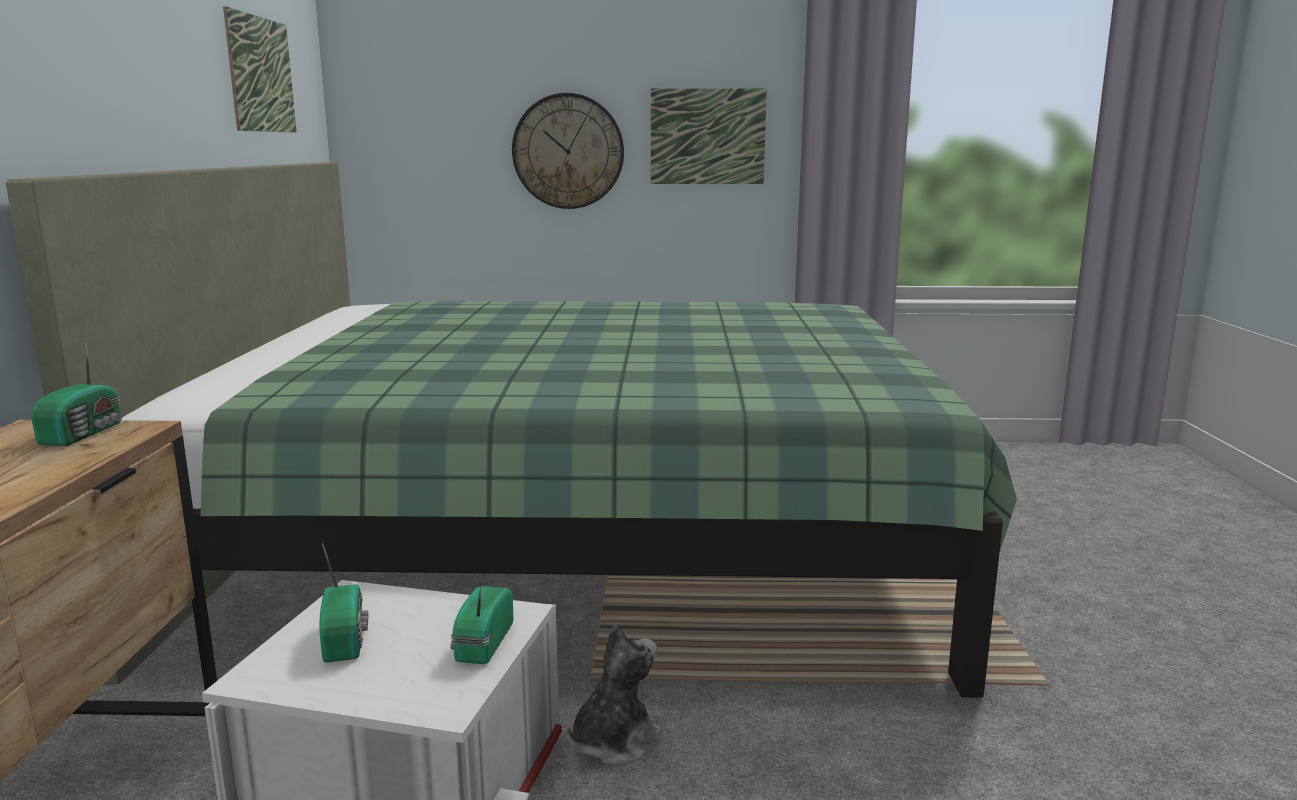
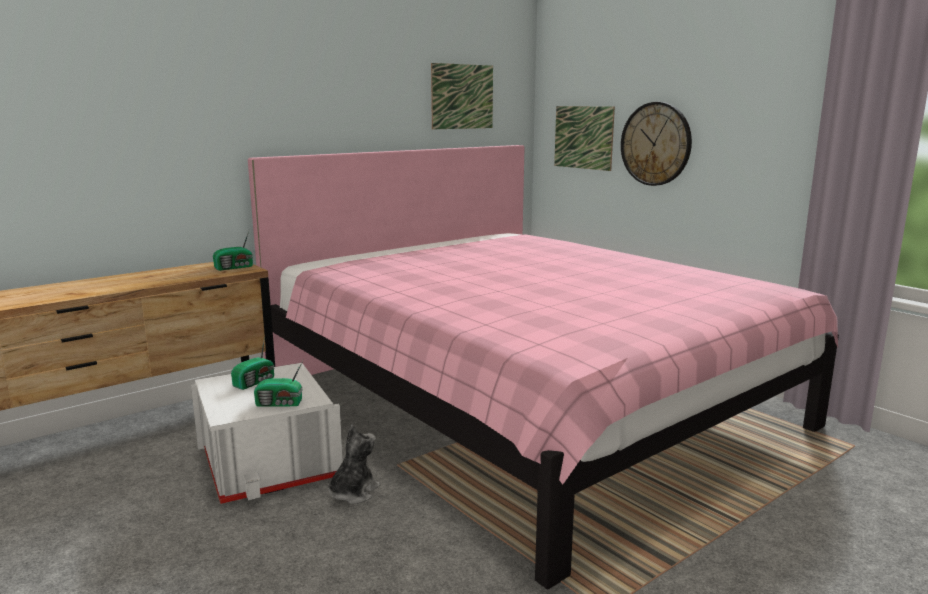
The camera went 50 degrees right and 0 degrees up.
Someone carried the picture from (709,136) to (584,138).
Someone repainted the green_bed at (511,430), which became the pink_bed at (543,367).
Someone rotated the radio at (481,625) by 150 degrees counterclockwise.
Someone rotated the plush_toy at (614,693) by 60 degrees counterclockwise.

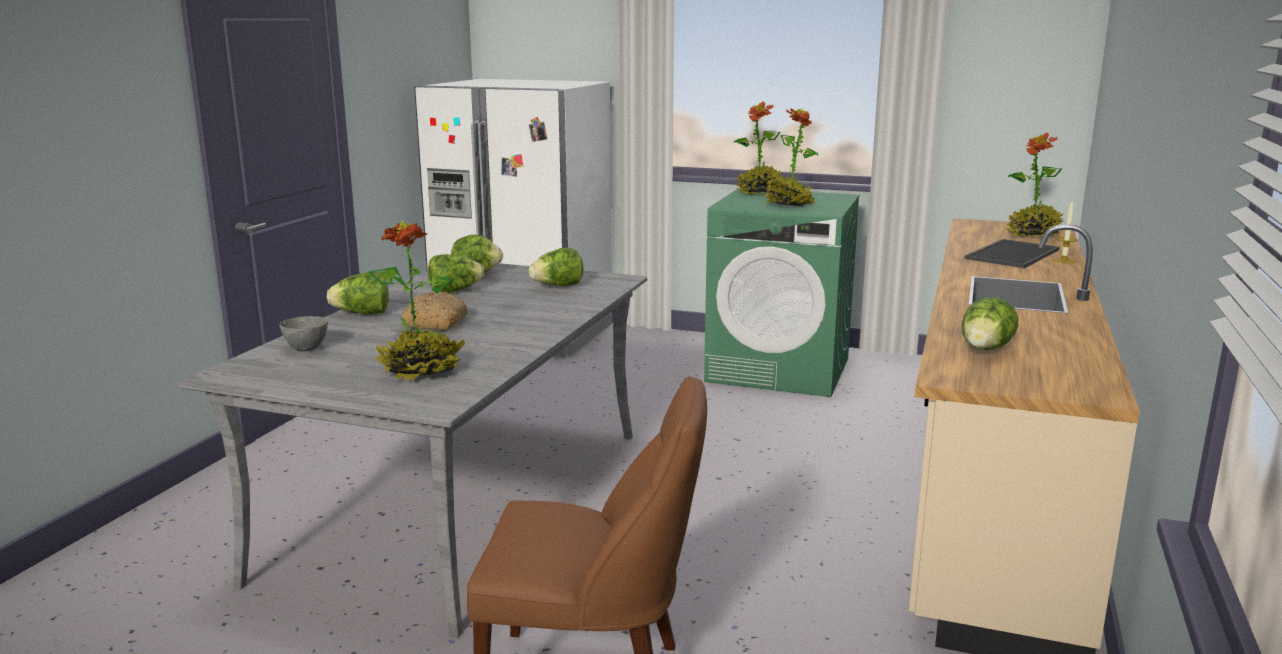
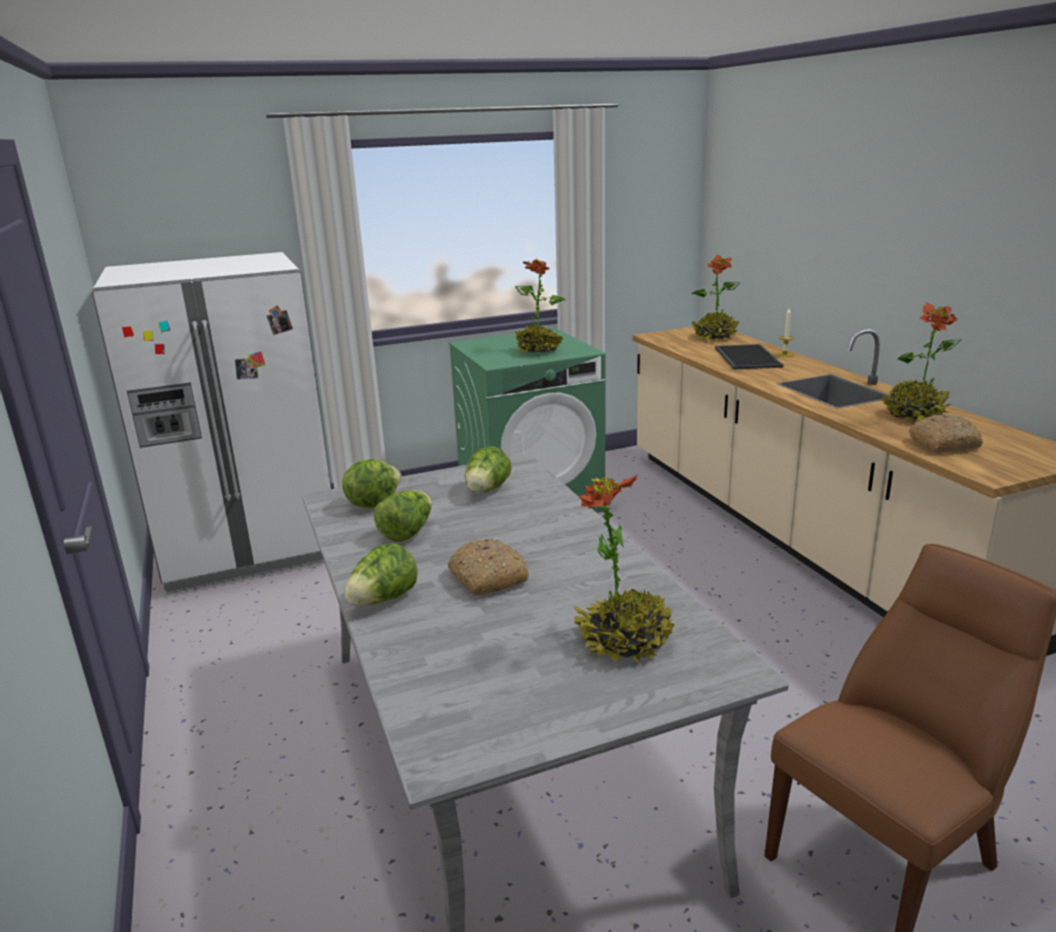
The camera went 40 degrees left and 5 degrees up.
Someone took away the grey_bowl at (303,333).
Someone carried the potted_plant from (758,147) to (921,362).
Someone swapped the lettuce at (990,323) for the bread at (946,433).

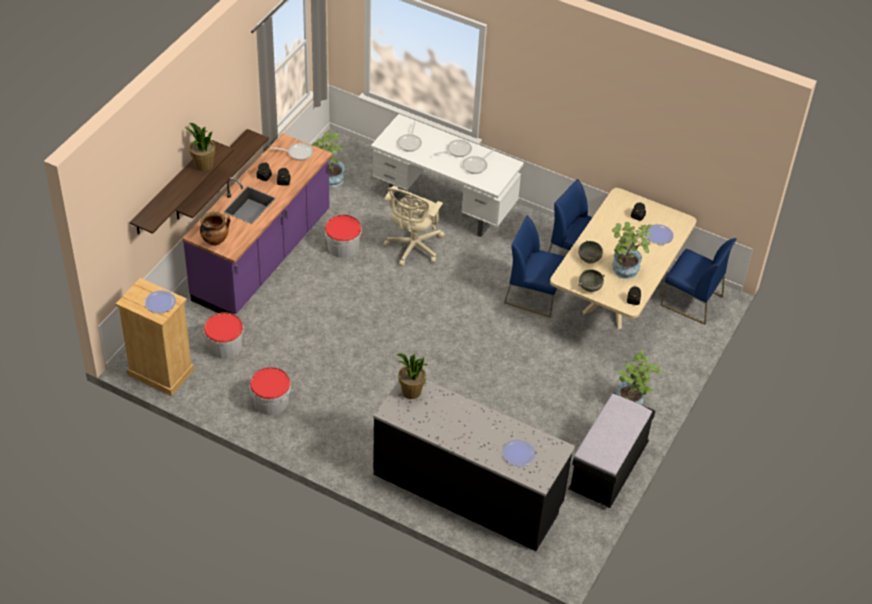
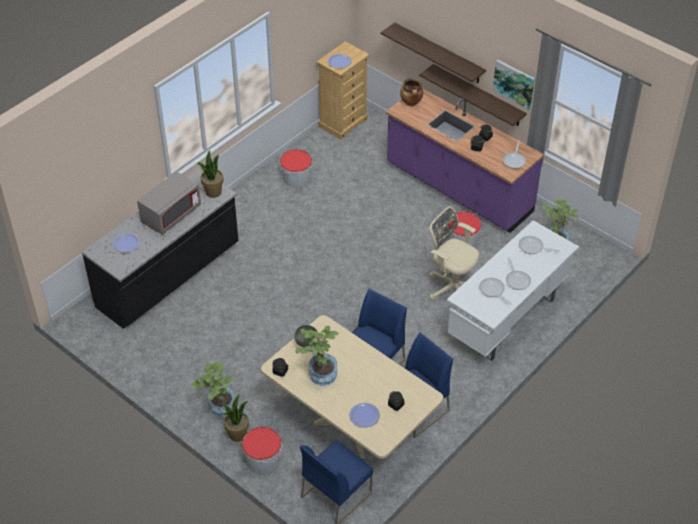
The camera went 105 degrees right and 0 degrees up.
Someone took away the black_bench at (611,450).
Someone took away the grey_bowl at (590,252).
Someone put down the grey_microwave at (169,203).
Someone put up the picture at (514,85).
Someone carried the potted_plant from (199,147) to (235,418).
Someone carried the bucket from (224,335) to (262,449).

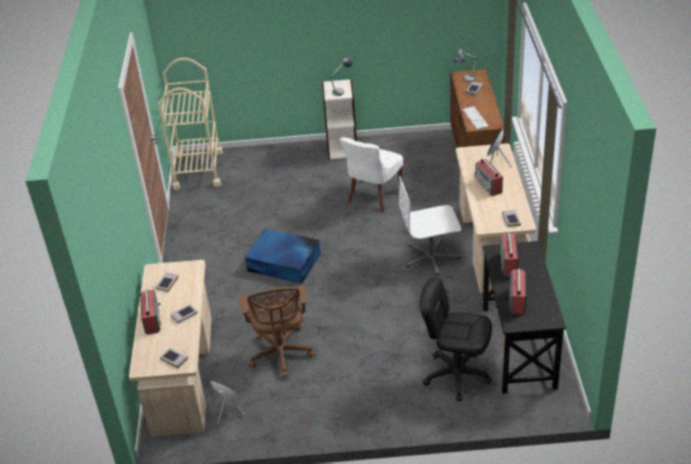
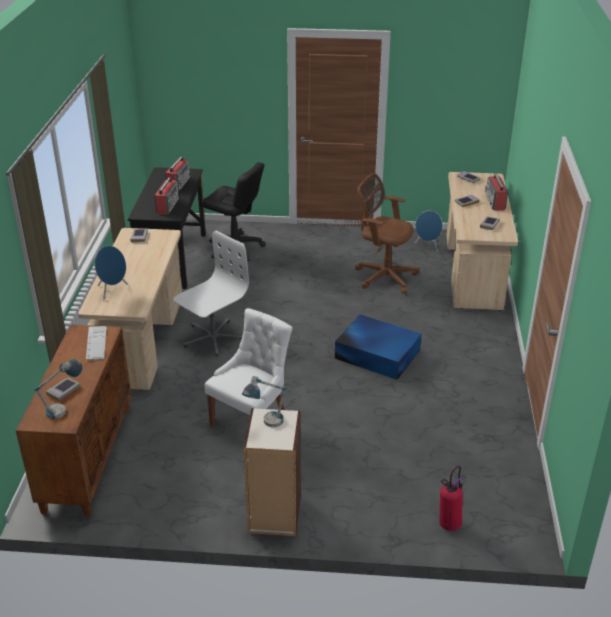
The camera went 175 degrees left and 5 degrees down.
Someone took away the beige_cart at (190,124).
Someone took away the radio at (489,177).
Someone put down the fire_extinguisher at (453,498).
Someone rotated the brown_office_chair at (277,332) by 60 degrees counterclockwise.
Someone rotated the white_office_chair at (430,226) by 45 degrees counterclockwise.

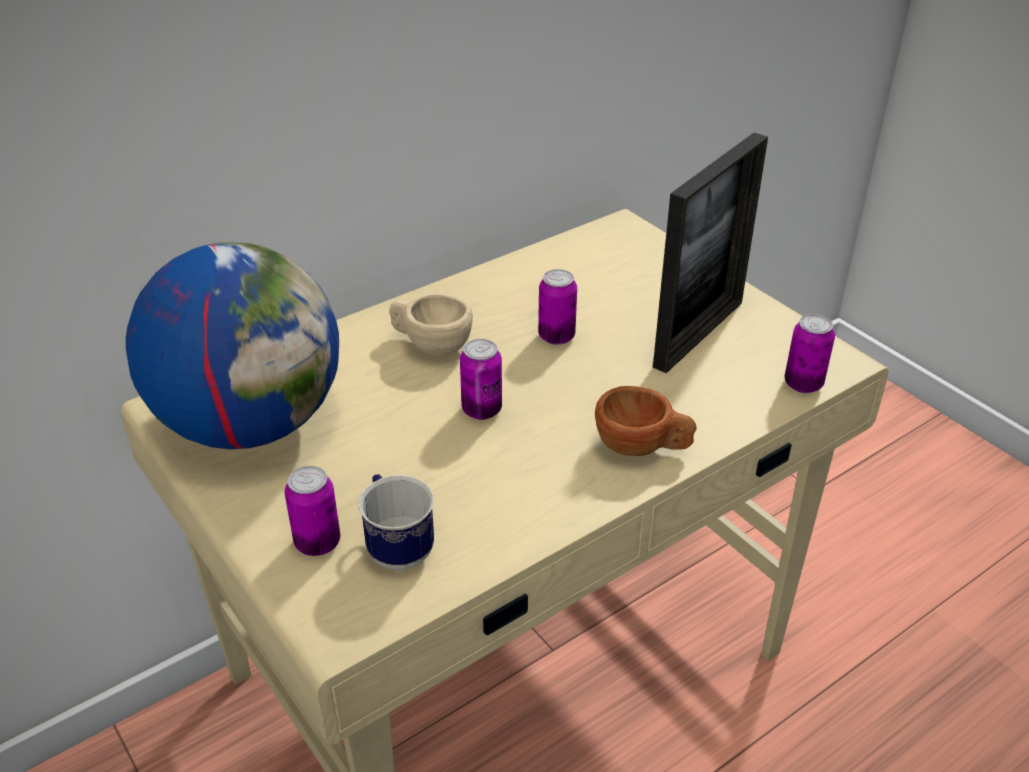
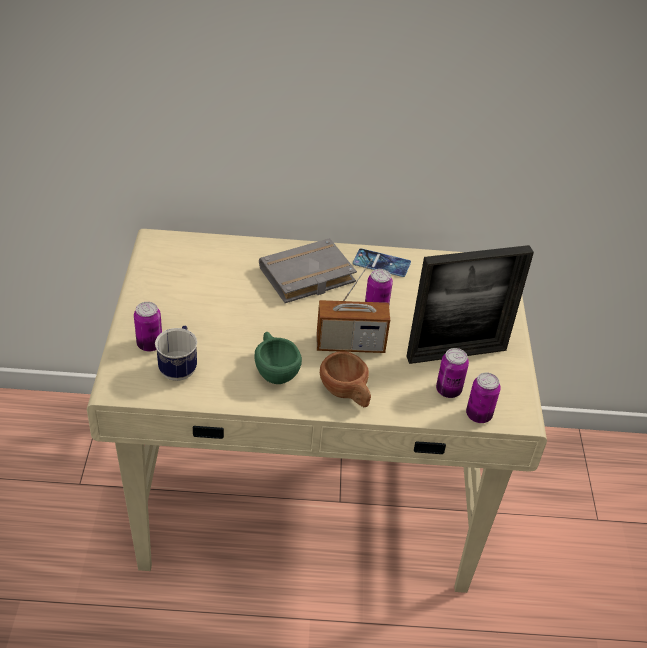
The camera went 35 degrees right and 5 degrees up.
Someone took away the globe at (232,345).
Someone put down the green_cup at (278,358).
Someone put down the radio at (353,306).
Someone put down the phone at (382,262).
Someone carried the can from (481,379) to (452,373).
Someone swapped the beige_cup at (431,324) for the grey_book at (308,270).

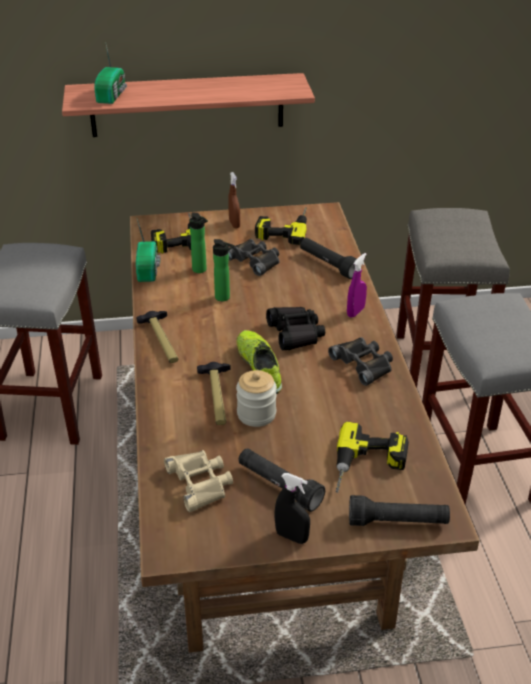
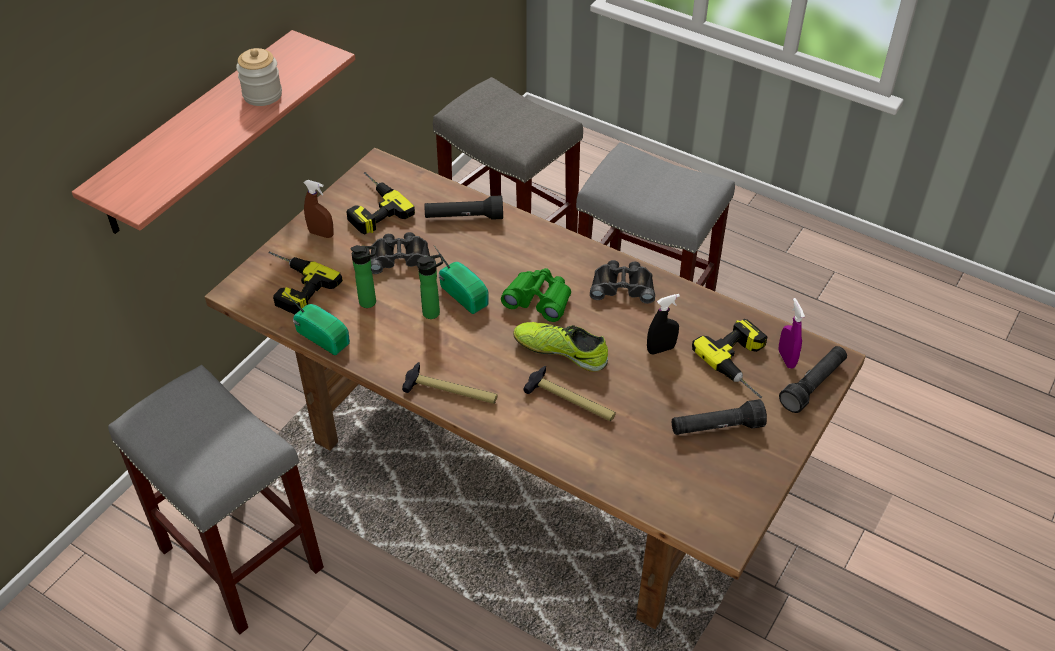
The camera went 50 degrees left and 10 degrees up.
Someone took away the beige_binoculars at (198,481).
Someone carried the radio from (110,74) to (461,280).
Someone carried the jar from (256,398) to (259,77).
Someone carried the black_spray_bottle from (292,508) to (663,324).
Someone carried the purple_spray_bottle from (357,285) to (791,333).
Someone repainted the black_binoculars at (295,328), which became the green_binoculars at (536,295).

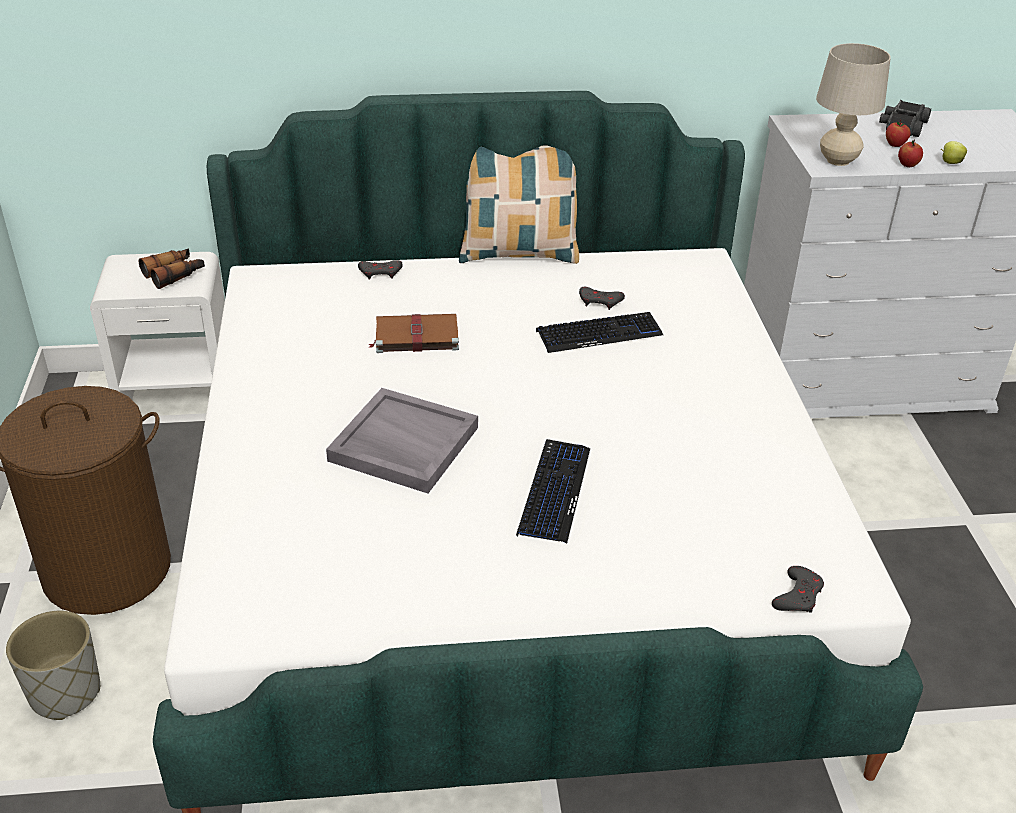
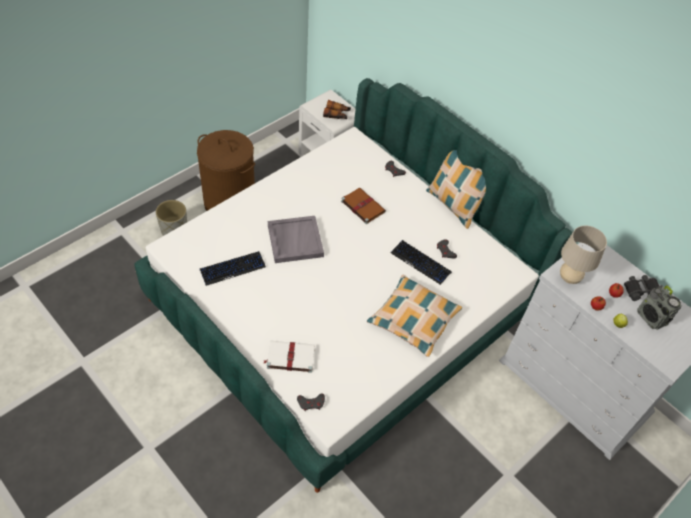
The camera went 50 degrees right and 15 degrees up.
Someone put down the white_book at (289,357).
Someone put down the pillow at (414,316).
Someone put down the radio at (659,307).
Someone carried the keyboard from (553,491) to (233,268).

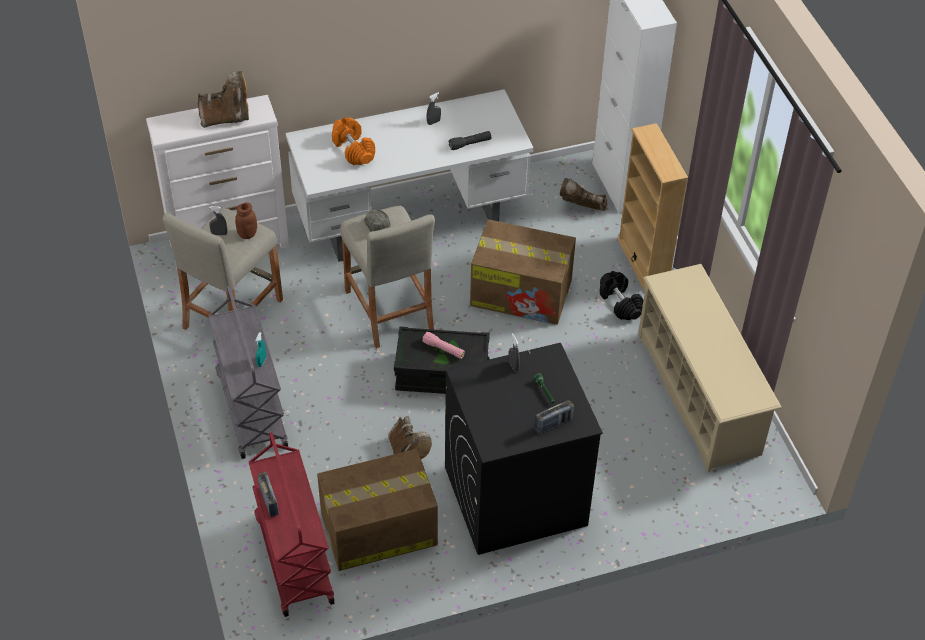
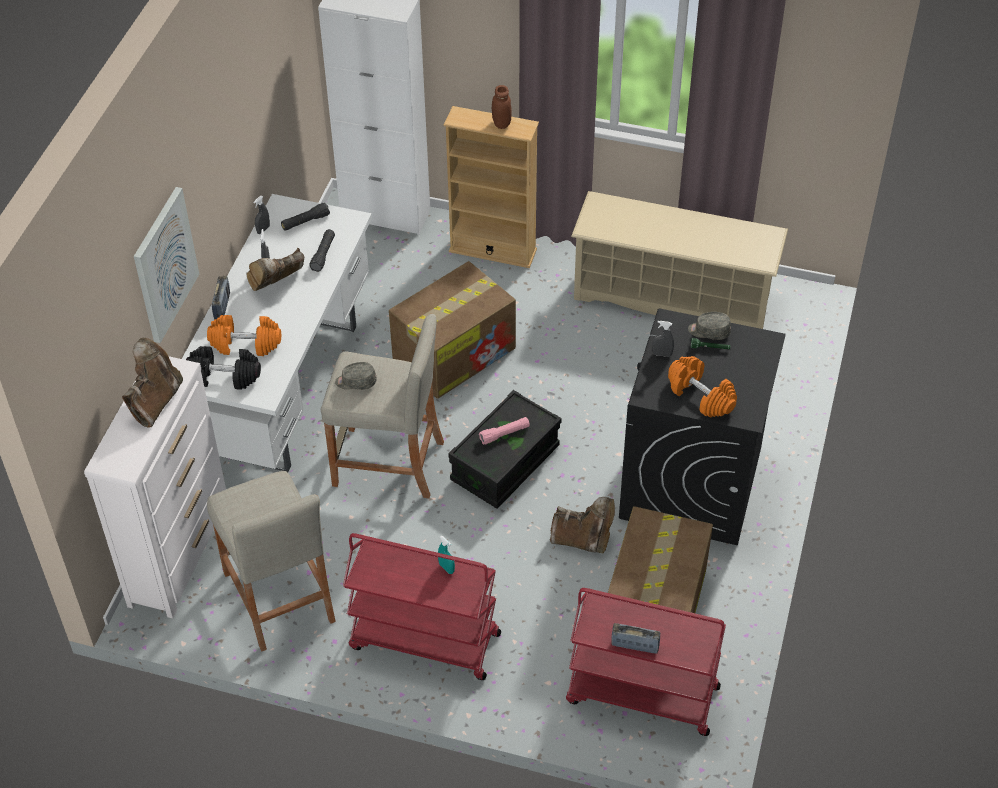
The camera went 55 degrees left and 0 degrees up.
Someone put up the picture at (166,265).
Someone put down the black_flashlight at (305,217).
Someone put down the orange_dumbbell at (702,387).
Someone put down the grey_cap at (709,326).
Someone carried the grey_spray_bottle from (218,220) to (261,215).
Someone carried the brown_jar from (246,220) to (502,107).
Someone carried the radio from (554,417) to (221,298).
Someone carried the brown_boot from (583,194) to (275,269).
Someone carried the black_dumbbell from (621,295) to (223,368).
Someone repainted the grey_cart at (248,372), which became the red_cart at (422,606).

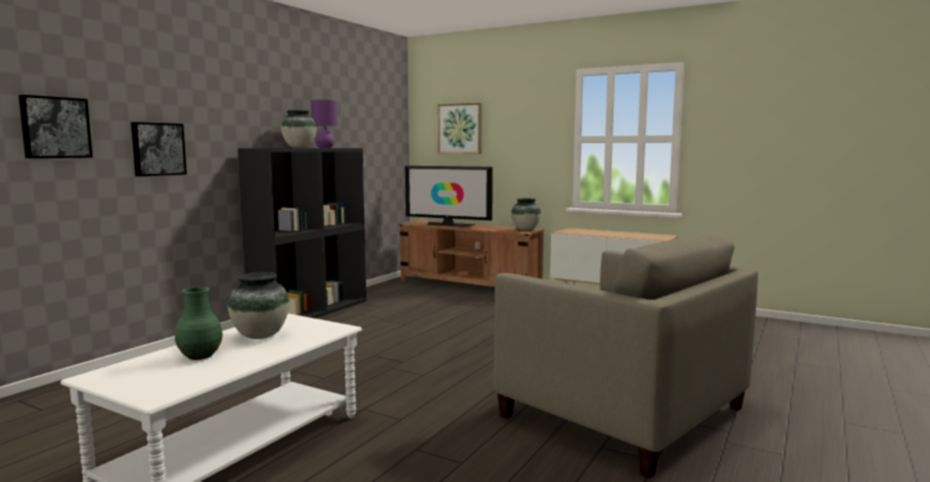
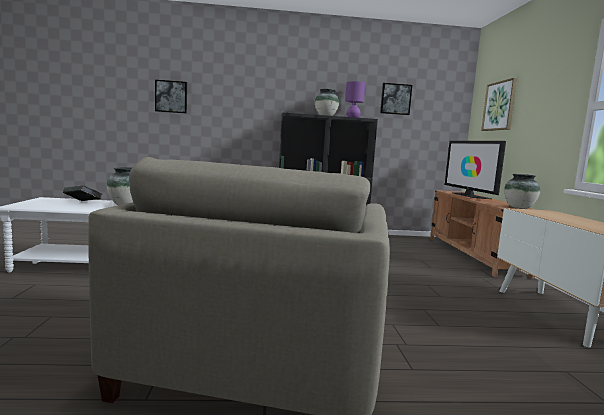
The camera went 55 degrees right and 0 degrees up.
Someone carried the picture from (159,149) to (396,99).
Someone swapped the green_vase at (199,323) for the book at (82,193).

